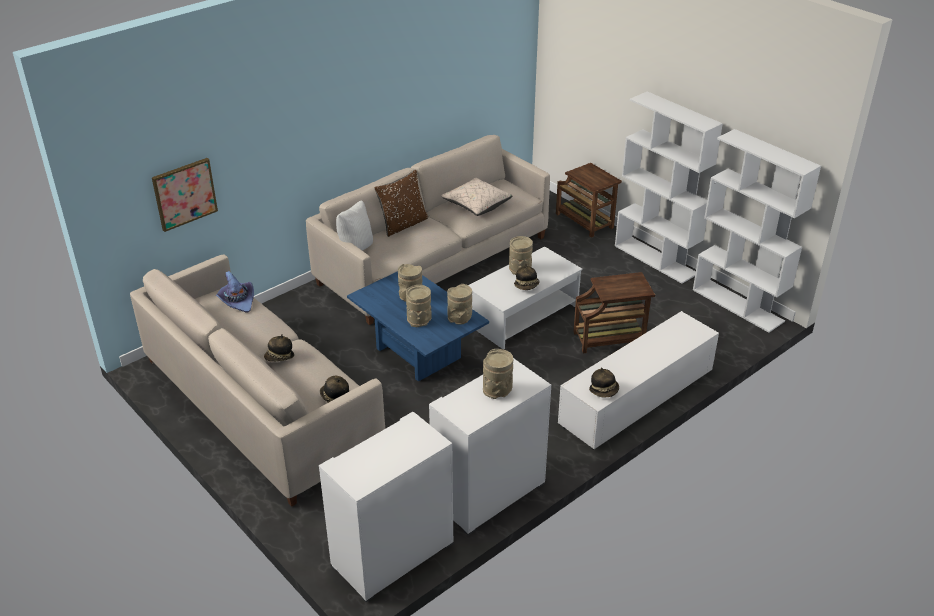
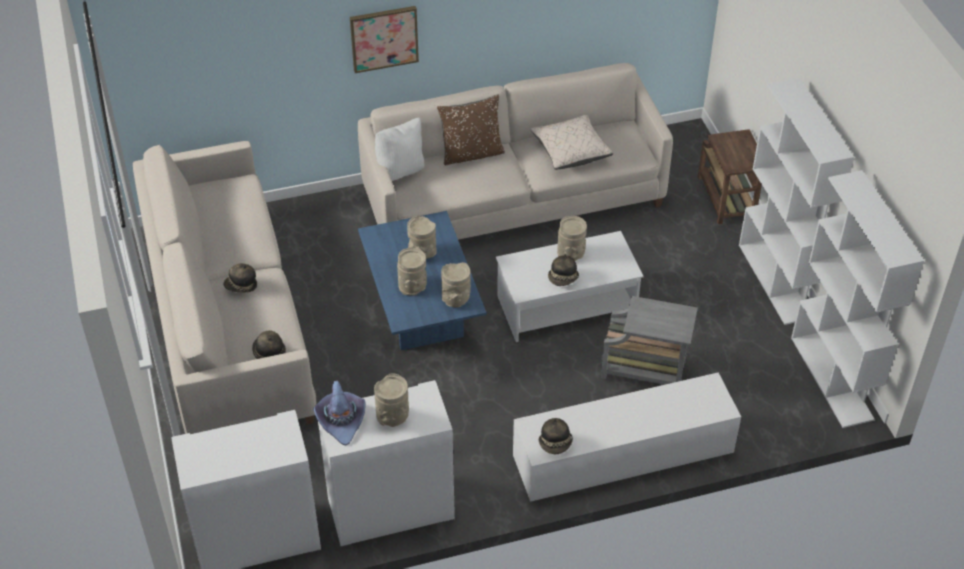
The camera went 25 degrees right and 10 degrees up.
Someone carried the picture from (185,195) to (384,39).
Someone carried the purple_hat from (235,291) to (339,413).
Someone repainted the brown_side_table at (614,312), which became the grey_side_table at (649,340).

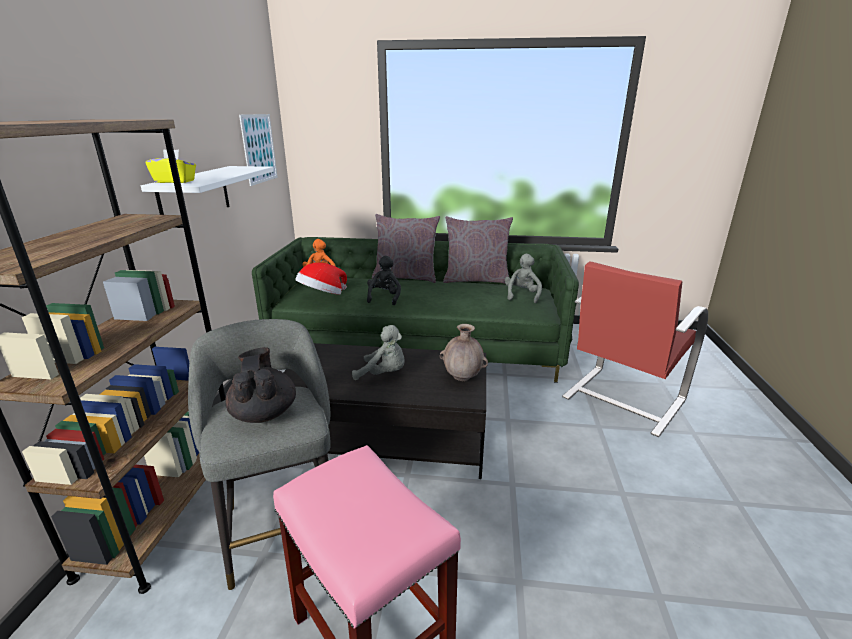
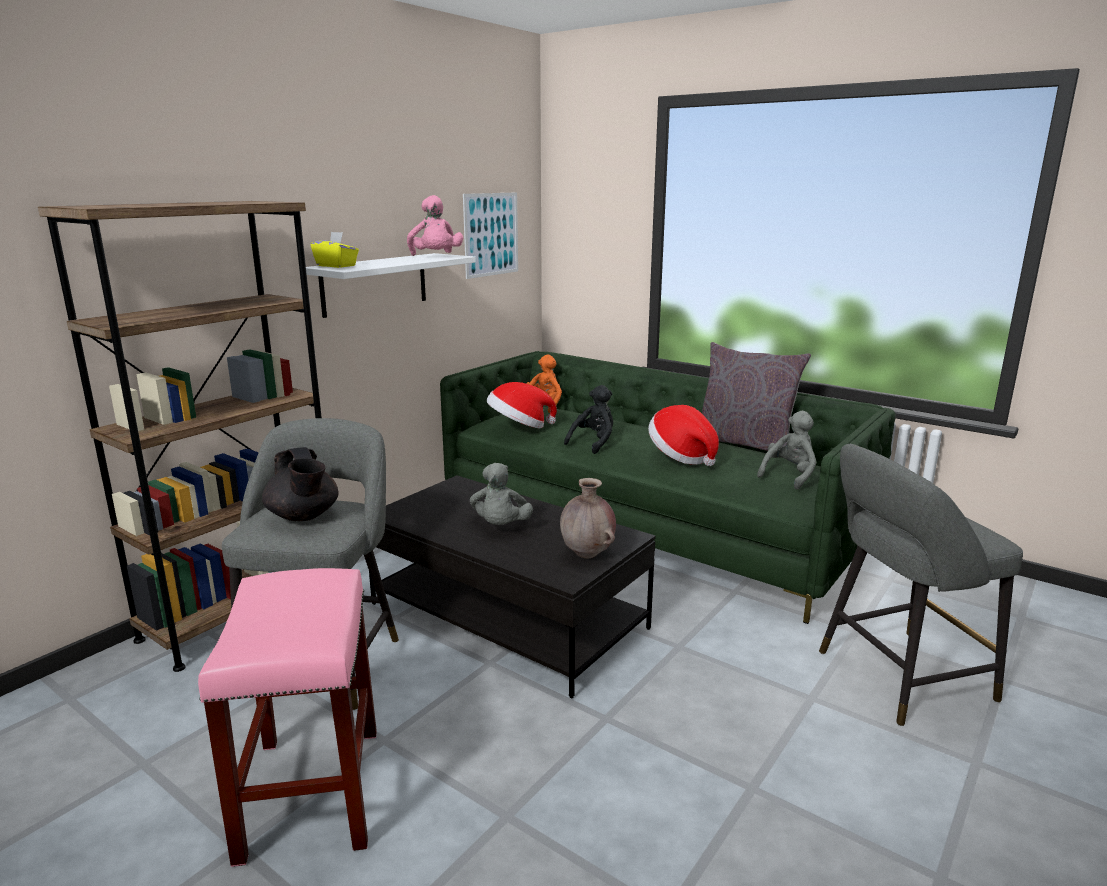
The camera went 30 degrees right and 5 degrees down.
Someone took away the grey_pillow at (406,248).
Someone put down the pink_plush_toy at (435,225).
Someone put down the hat at (683,435).
Someone swapped the red_armchair at (635,349) for the grey_stool at (921,585).
Someone rotated the black_teapot at (260,385) by 135 degrees clockwise.
Someone rotated the grey_plush_toy at (378,352) by 45 degrees clockwise.

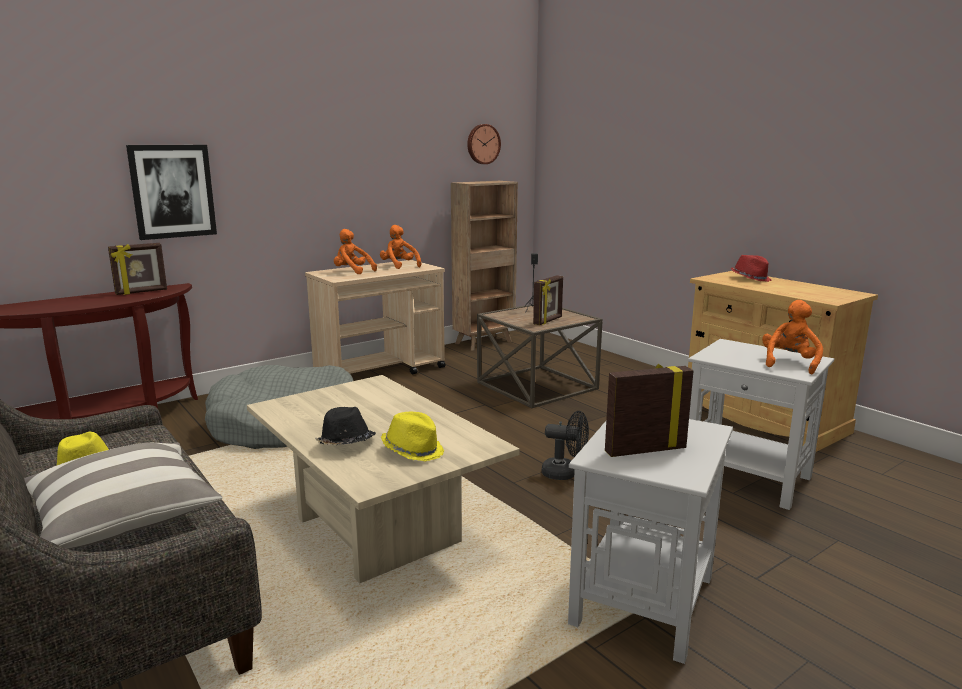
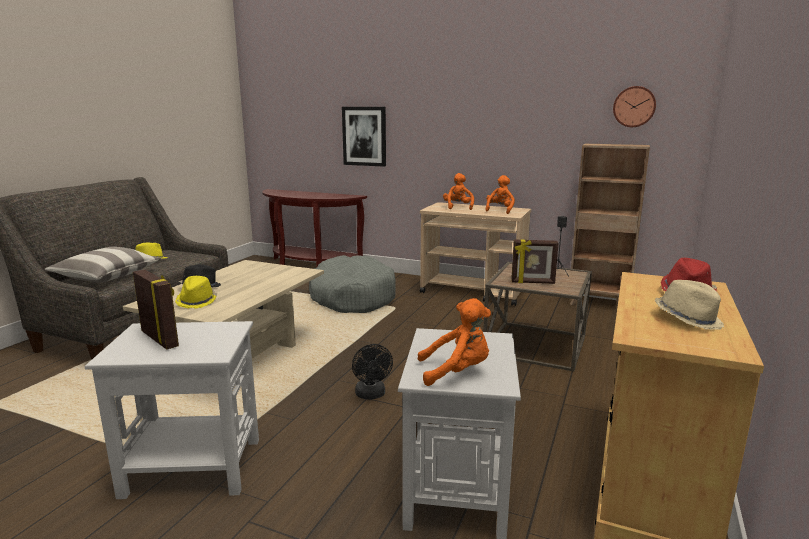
The camera went 60 degrees right and 0 degrees up.
Someone took away the picture_frame at (137,269).
Someone put down the beige_hat at (689,305).

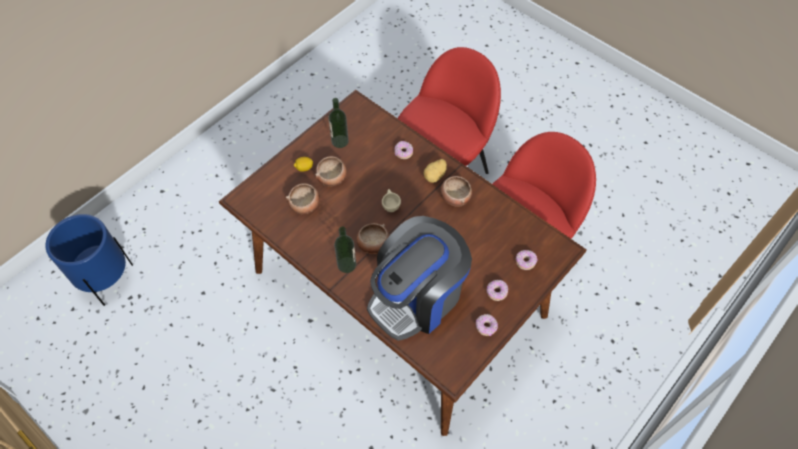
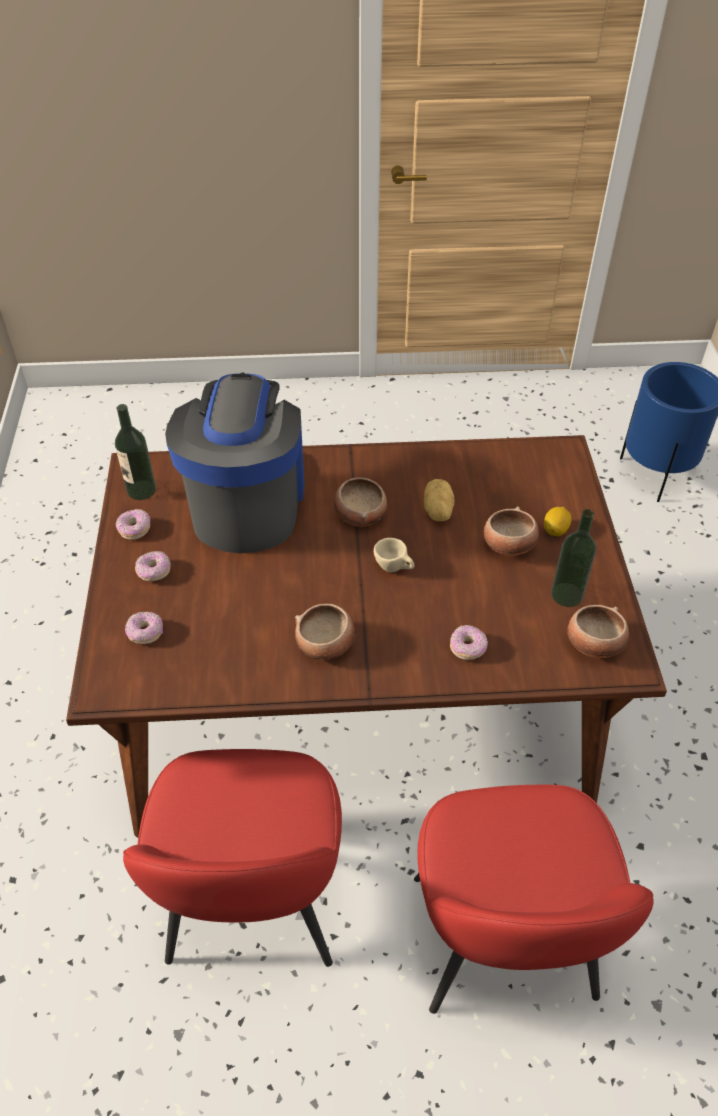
The camera went 135 degrees right and 10 degrees down.
Someone carried the bowl from (303,198) to (598,631).
Someone carried the bottle from (345,249) to (135,452).
Someone carried the potato from (435,171) to (439,500).

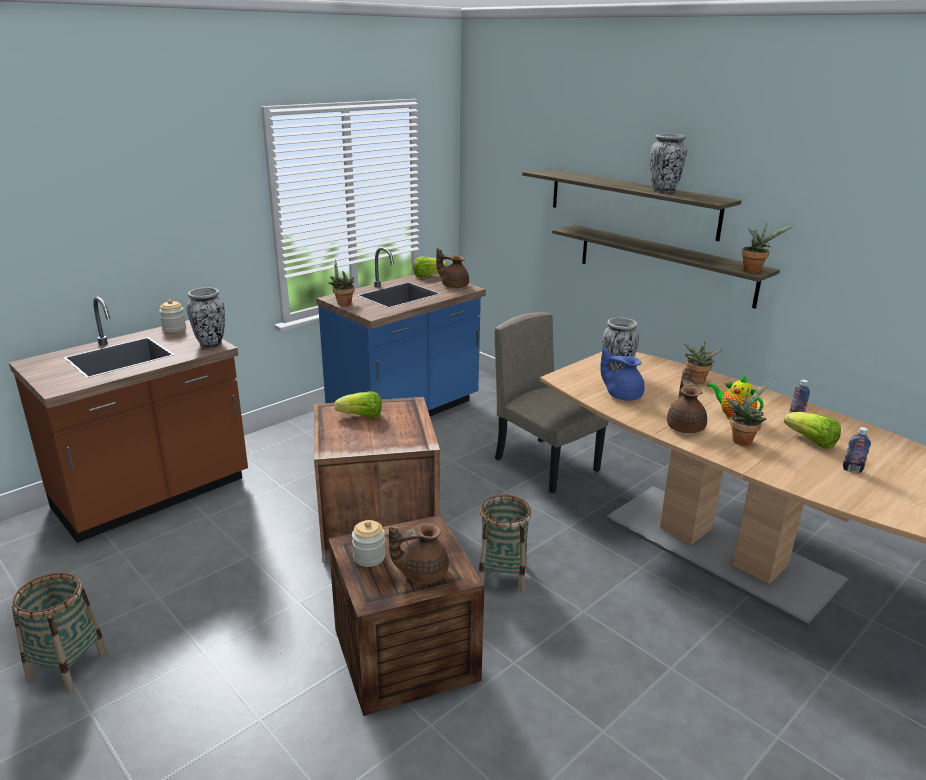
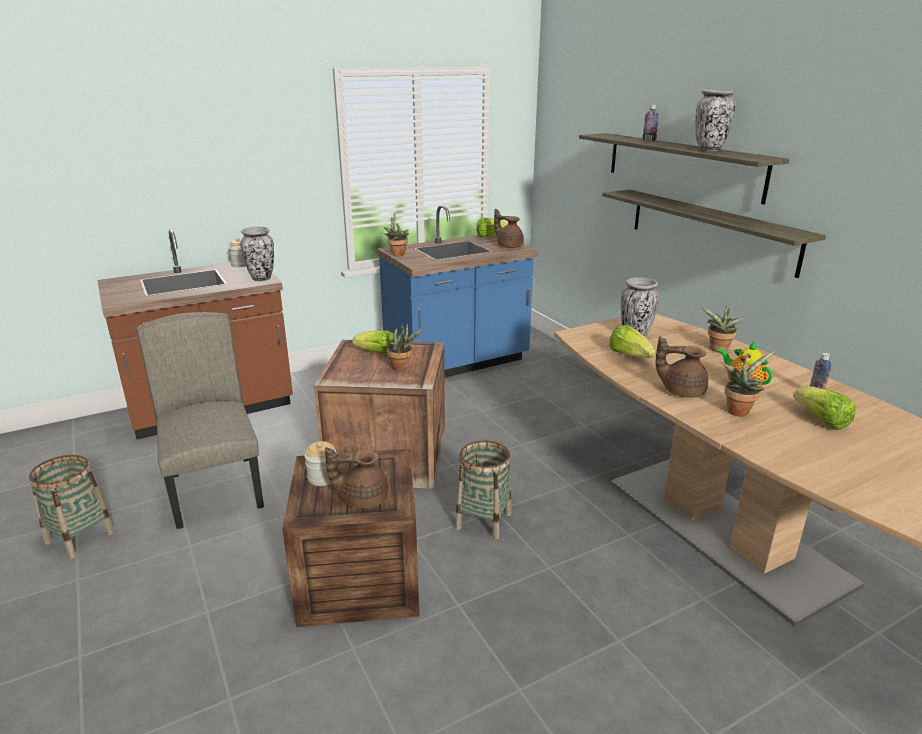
The camera went 15 degrees right and 0 degrees up.
Someone carried the beige_chair from (552,402) to (200,420).
Someone carried the potted_plant from (767,248) to (405,347).
Someone carried the bottle from (857,450) to (650,123).
Someone swapped the blue_teapot at (622,374) for the lettuce at (632,341).
Someone rotated the brown_teapot at (687,400) by 90 degrees counterclockwise.

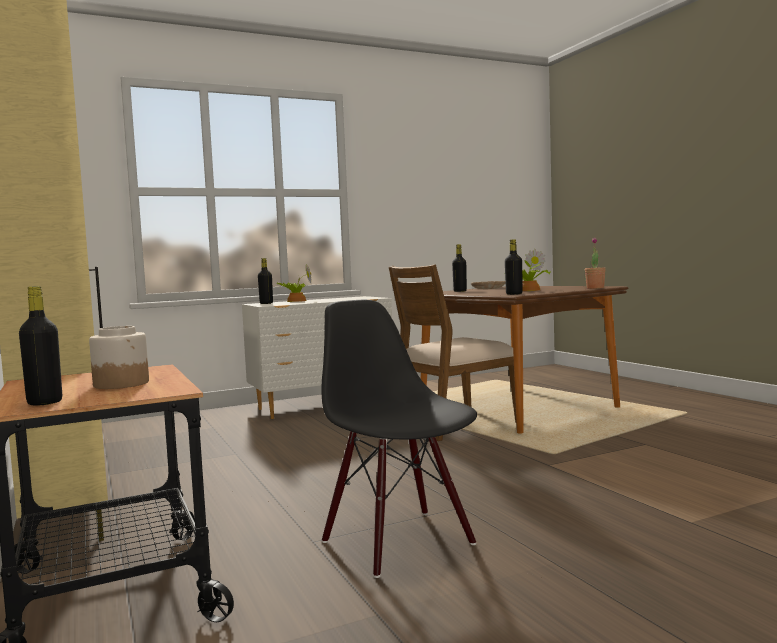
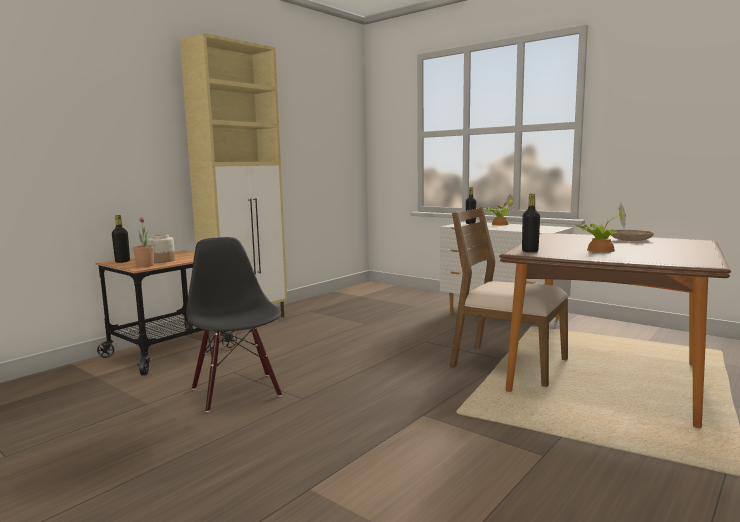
The camera went 65 degrees right and 5 degrees up.
Someone took away the black_bottle at (459,268).
Someone carried the potted_plant from (595,263) to (143,242).
Someone rotated the black_chair at (399,439) by 60 degrees counterclockwise.

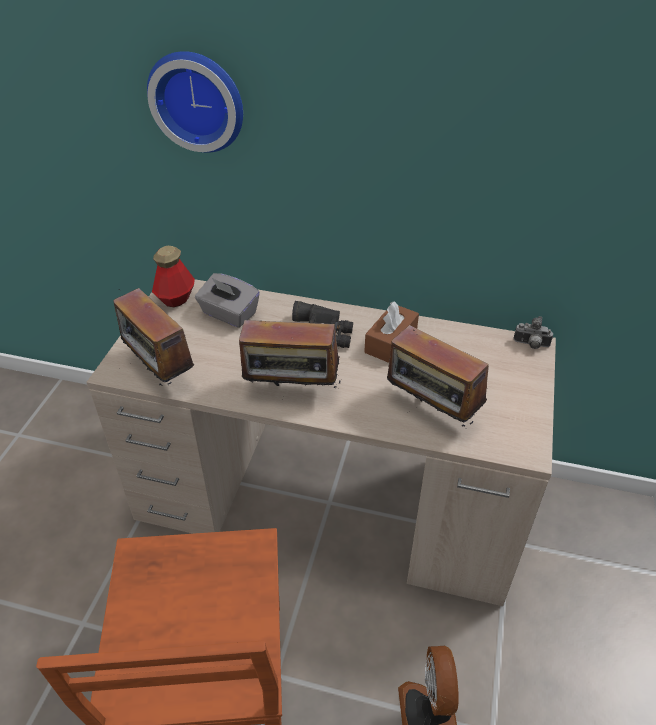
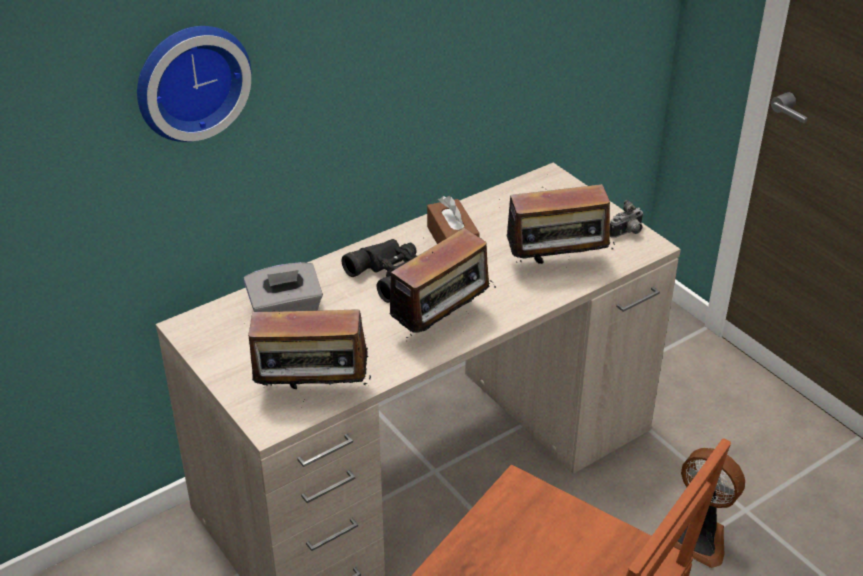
The camera went 50 degrees left and 5 degrees down.
Someone took away the bottle at (173,276).
Someone carried the photo_camera from (533,332) to (626,219).

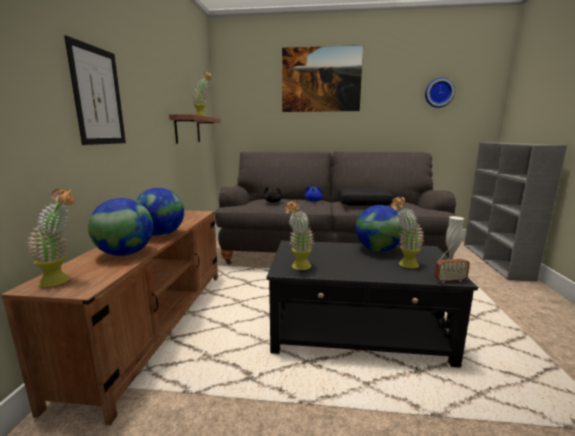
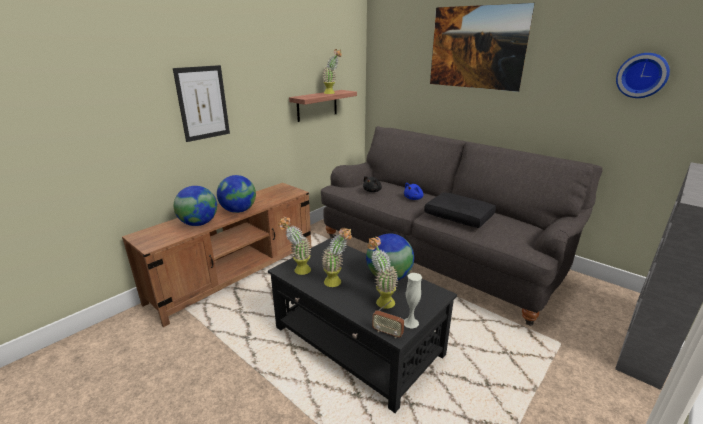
The camera went 35 degrees right and 10 degrees up.
Someone carried the potted_plant from (51,238) to (336,257).

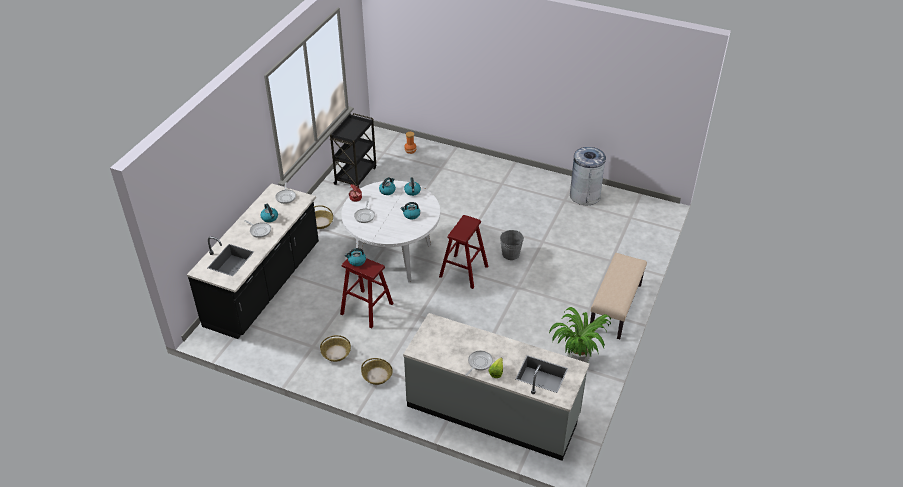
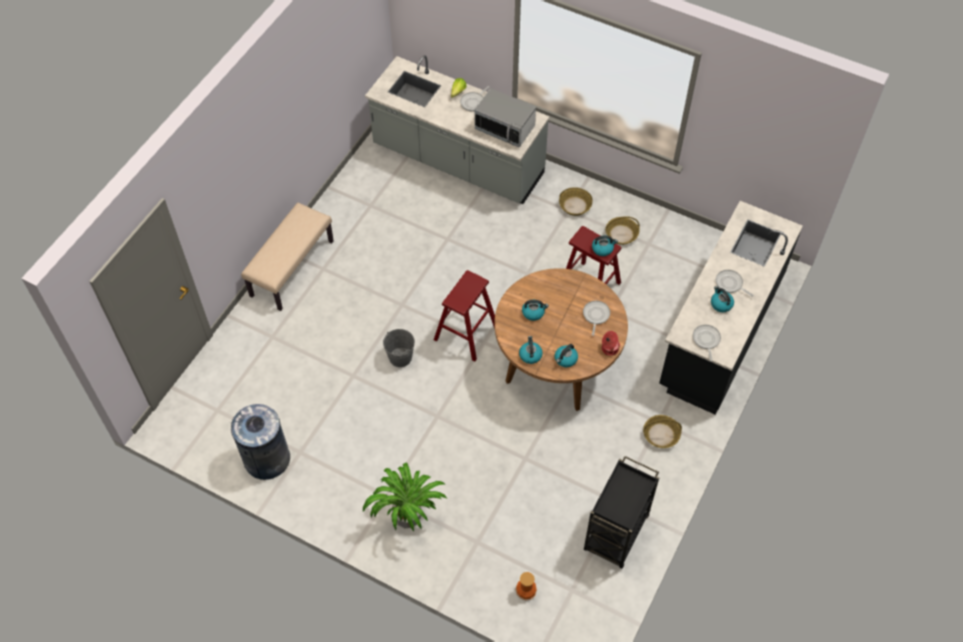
The camera went 175 degrees left and 15 degrees up.
Someone put down the microwave at (505,117).
Someone carried the potted_plant from (580,335) to (405,497).
Someone repainted the white_dining_table at (391,231), which became the brown_dining_table at (561,339).

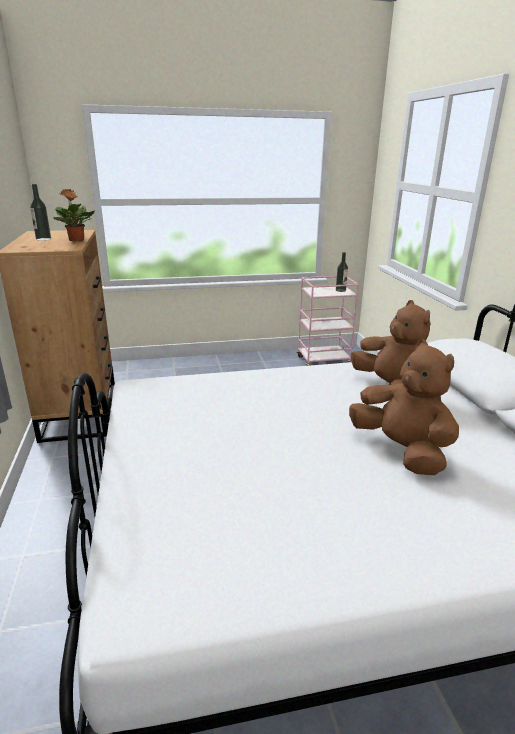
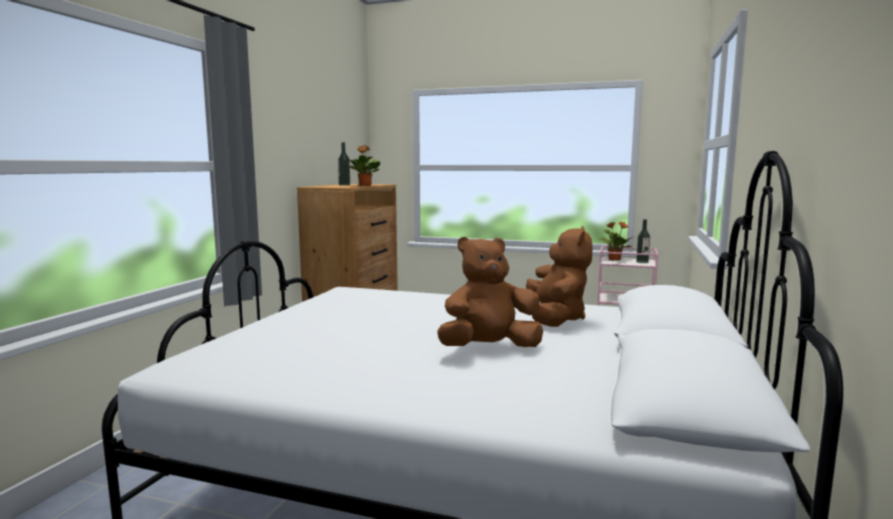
The camera went 30 degrees right and 15 degrees down.
Someone put down the potted_plant at (616,241).
Someone rotated the brown_plush_toy at (404,407) by 105 degrees counterclockwise.

